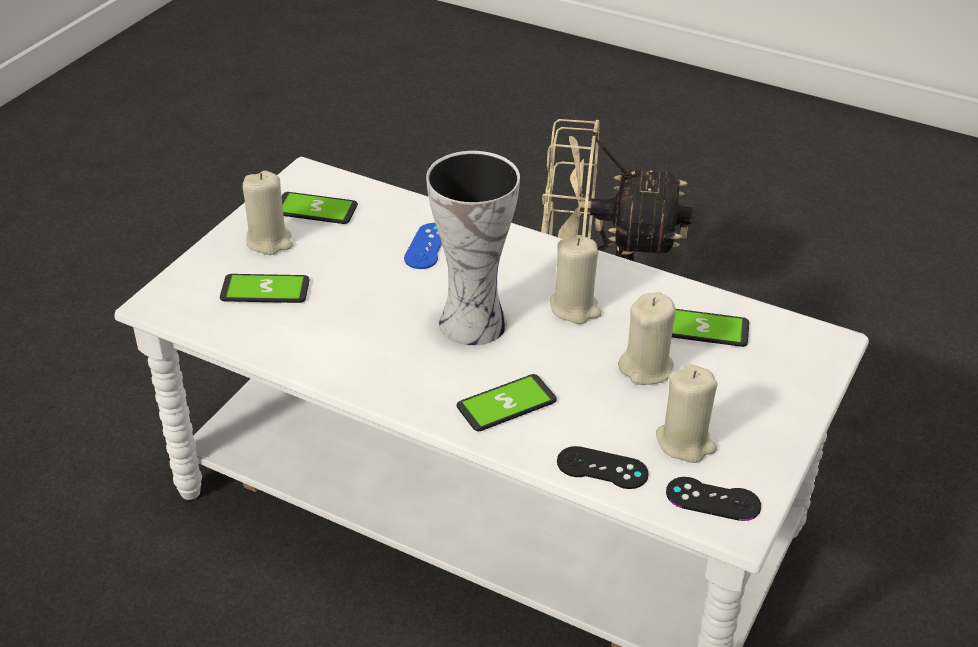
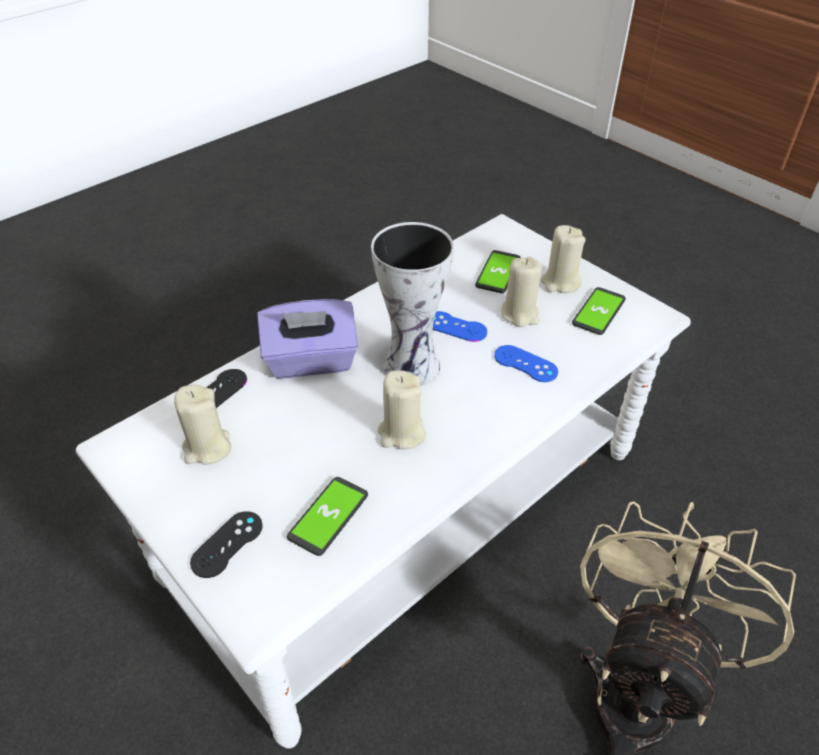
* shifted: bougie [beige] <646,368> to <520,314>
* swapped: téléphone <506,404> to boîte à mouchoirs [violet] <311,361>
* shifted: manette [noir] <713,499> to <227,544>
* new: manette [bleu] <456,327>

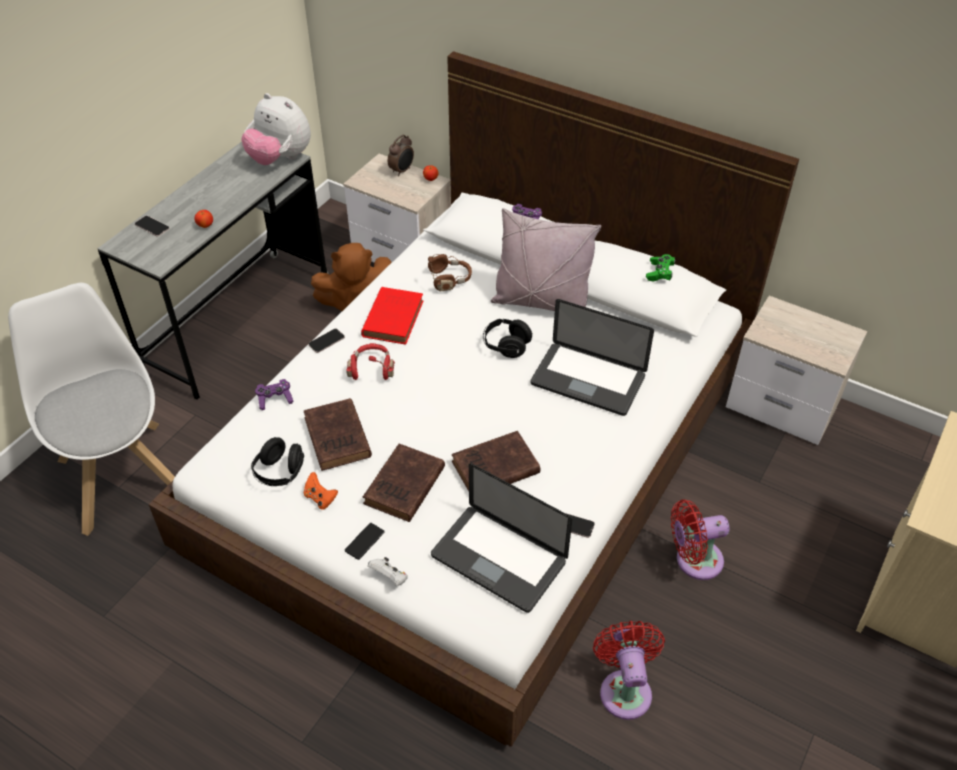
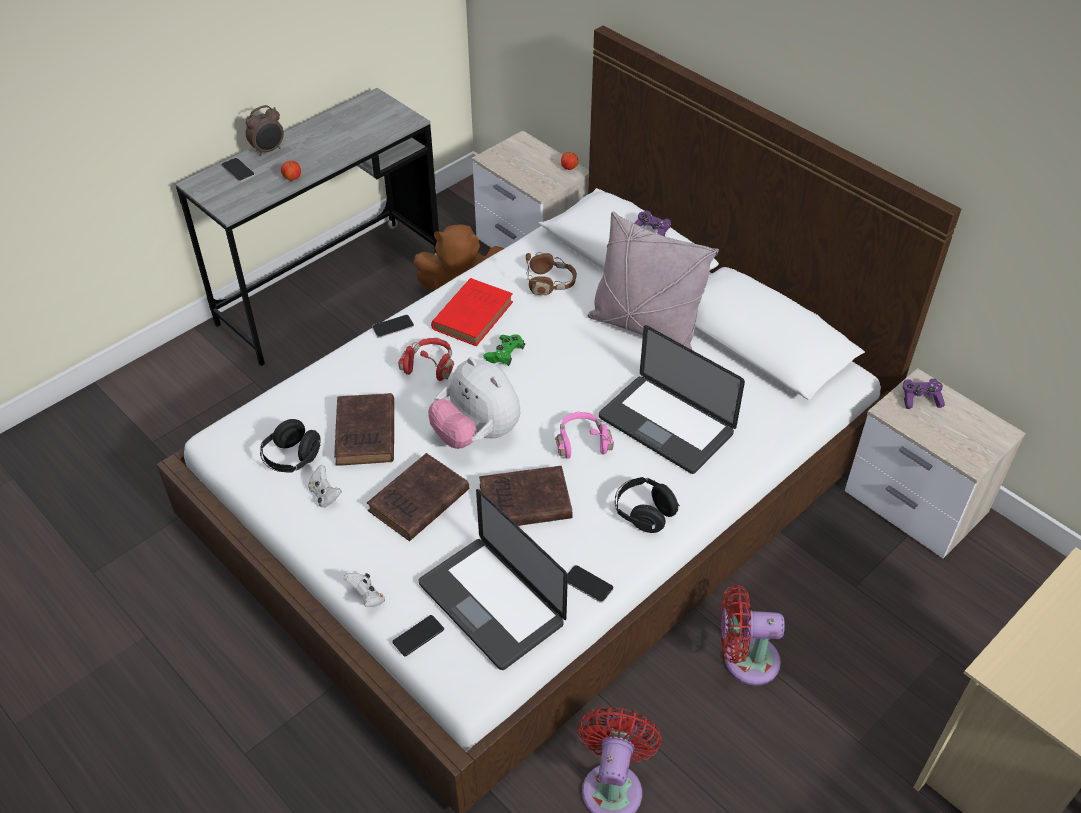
* shifted: peluche <280,158> to <476,434>
* shifted: réveil <402,171> to <269,150>
* shifted: manette [vert] <659,273> to <505,355>
* gone: chaise <121,473>
* shifted: casque audio [noir] <506,346> to <644,513>
* shifted: manette [violet] <275,399> to <920,399>
* repainted: manette [orange] <320,498> to manette [blanc] <325,495>
* shifted: téléphone <364,541> to <418,636>
* new: casque audio [rose] <582,442>

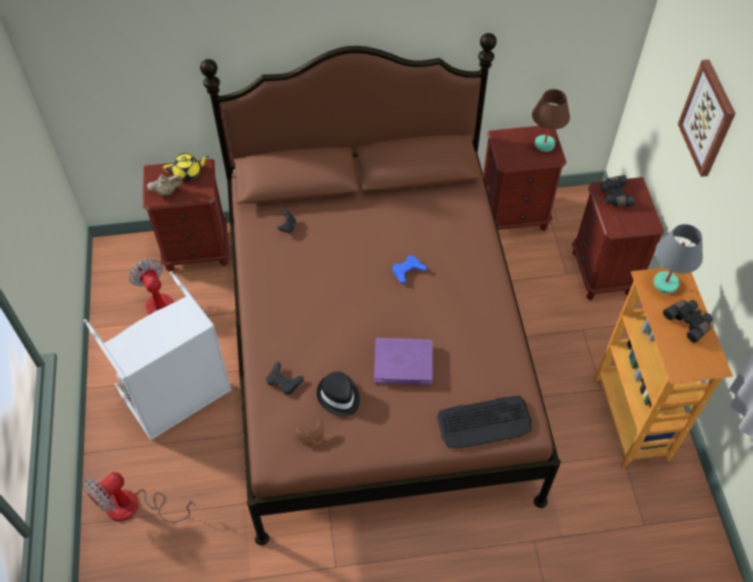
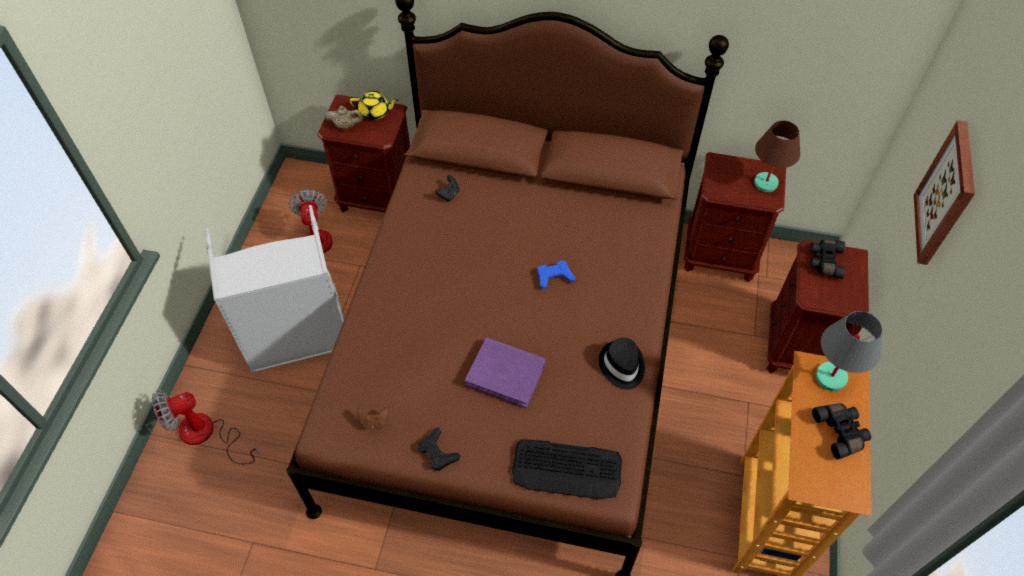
* shifted: manette [noir] <284,381> to <437,452>
* shifted: chapeau [noir] <338,396> to <621,366>

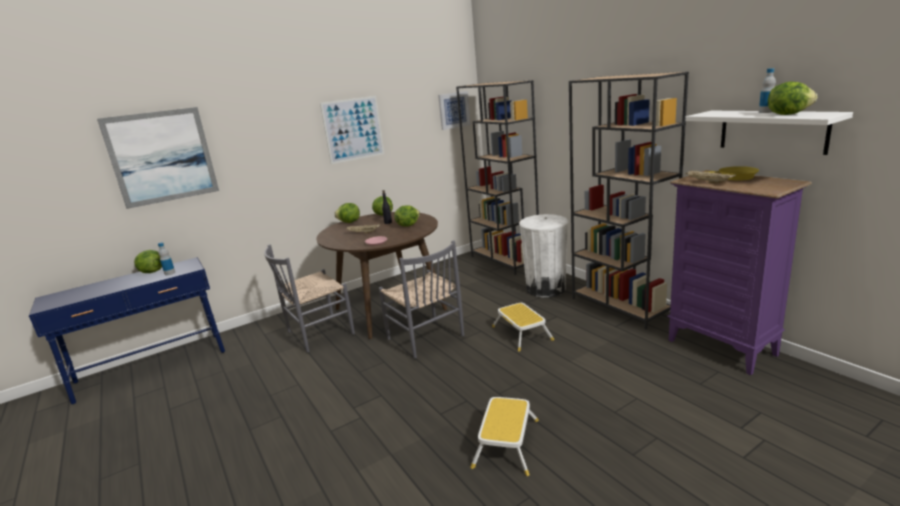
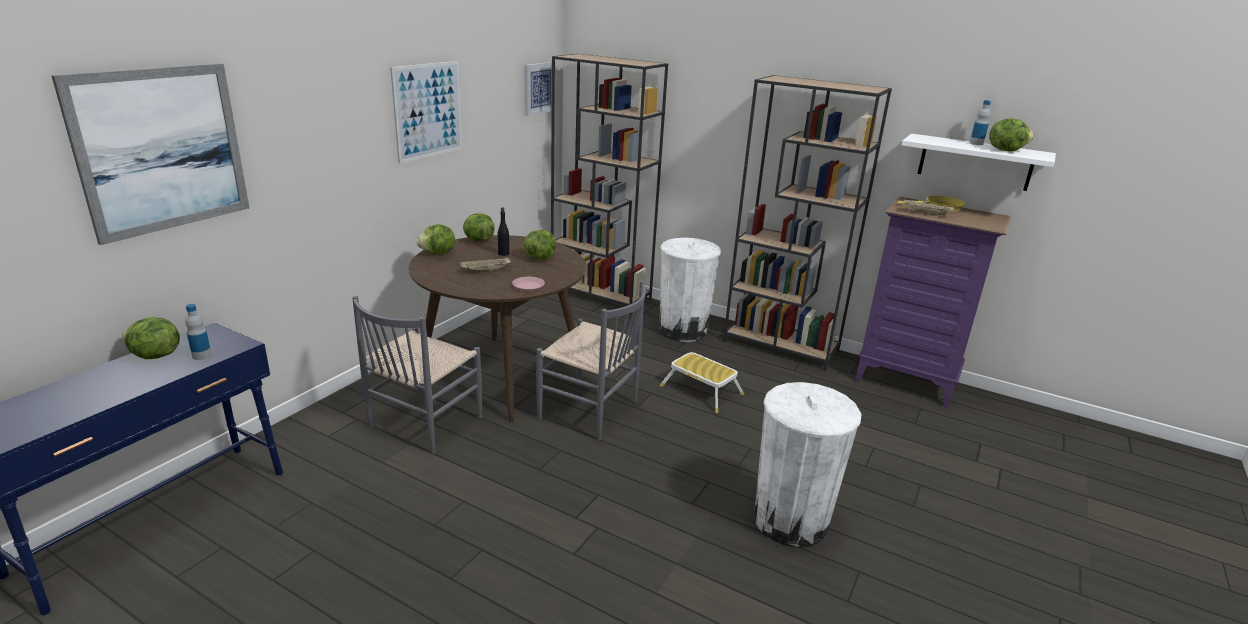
* swapped: escabeau [jaune] <505,443> to poubelle [blanc] <790,521>

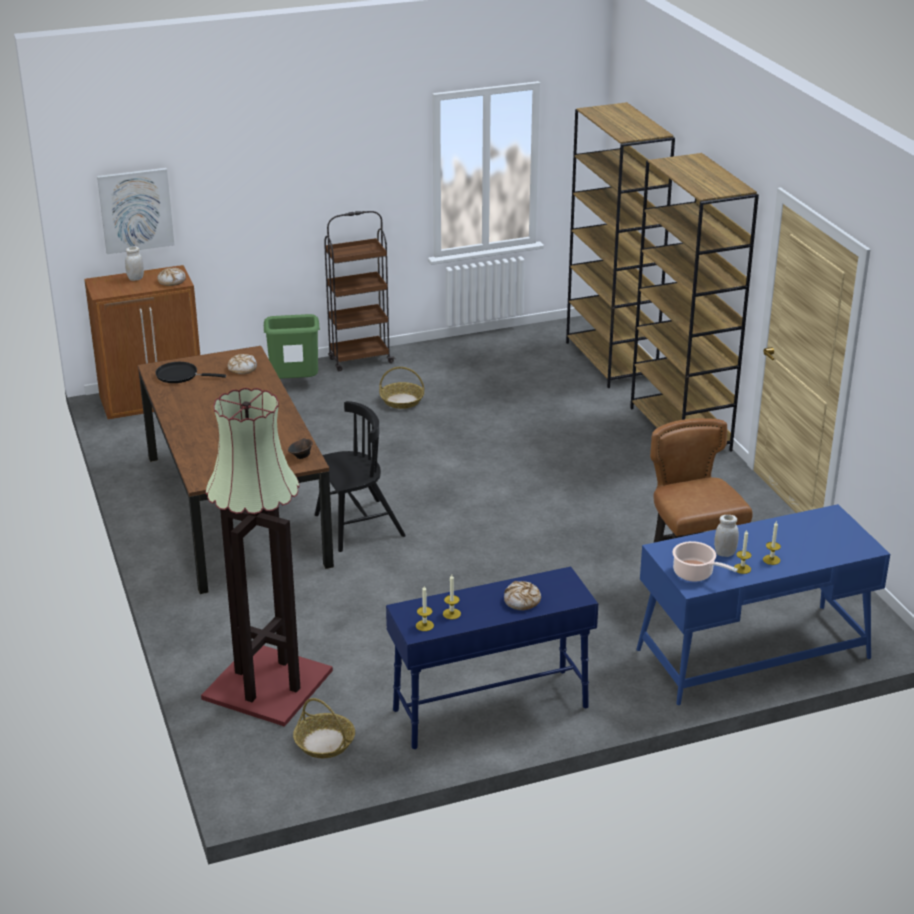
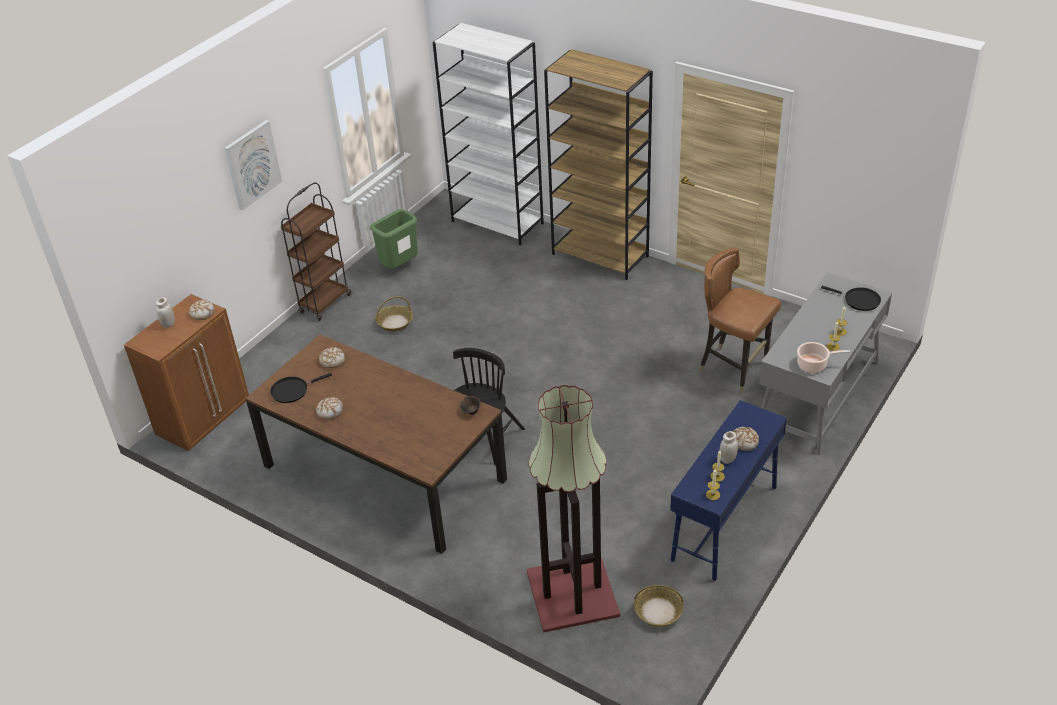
* repainted: bibliothèque [marron] <611,361> to bibliothèque [blanc] <498,222>
* shifted: tableau <136,210> to <252,164>
* shifted: poubelle [vert] <295,384> to <399,267>
* repainted: bureau [bleu] <752,653> to bureau [gris] <817,395>
* shifted: bocal [blanc] <725,553> to <727,459>
* new: poêle [noir] <859,300>
* new: pain <330,411>

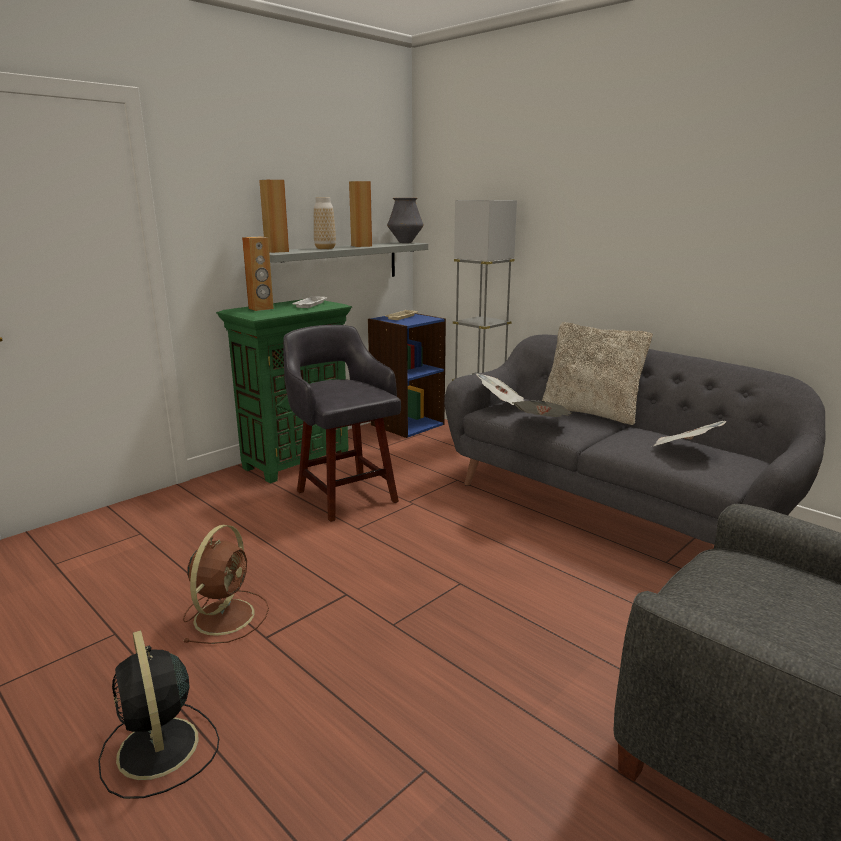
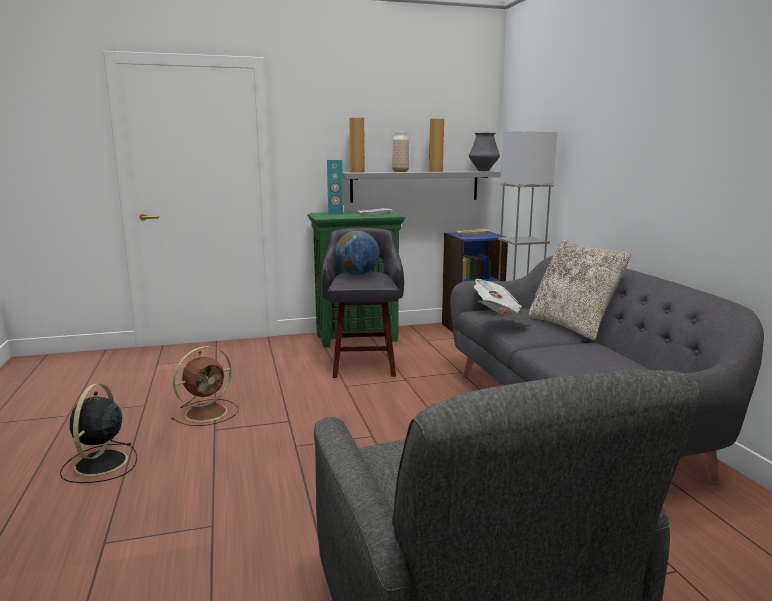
* repainted: enceinte [marron] <261,308> to enceinte [turquoise] <335,213>
* gone: journal <684,450>
* new: globe <357,274>

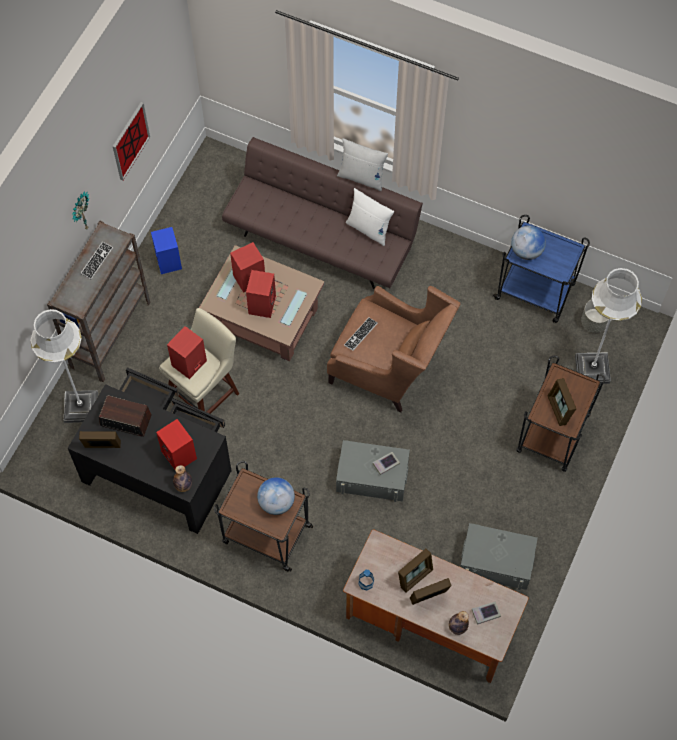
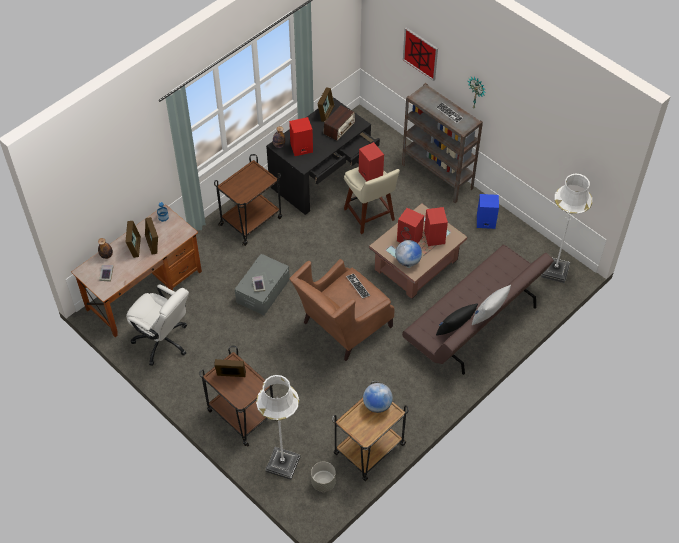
* shifted: tableau <130,141> to <420,53>
* repainted: coussin [blanc] <368,229> to coussin [noir] <455,329>
* repainted: chariot [bleu] <535,292> to chariot [marron] <368,450>
* shifted: lampadaire [blanc] <81,407> to <555,270>
* shifted: globe <276,502> to <407,261>
* swapped: boîte de rangement [gris] <496,561> to chaise de bureau [blanc] <164,342>

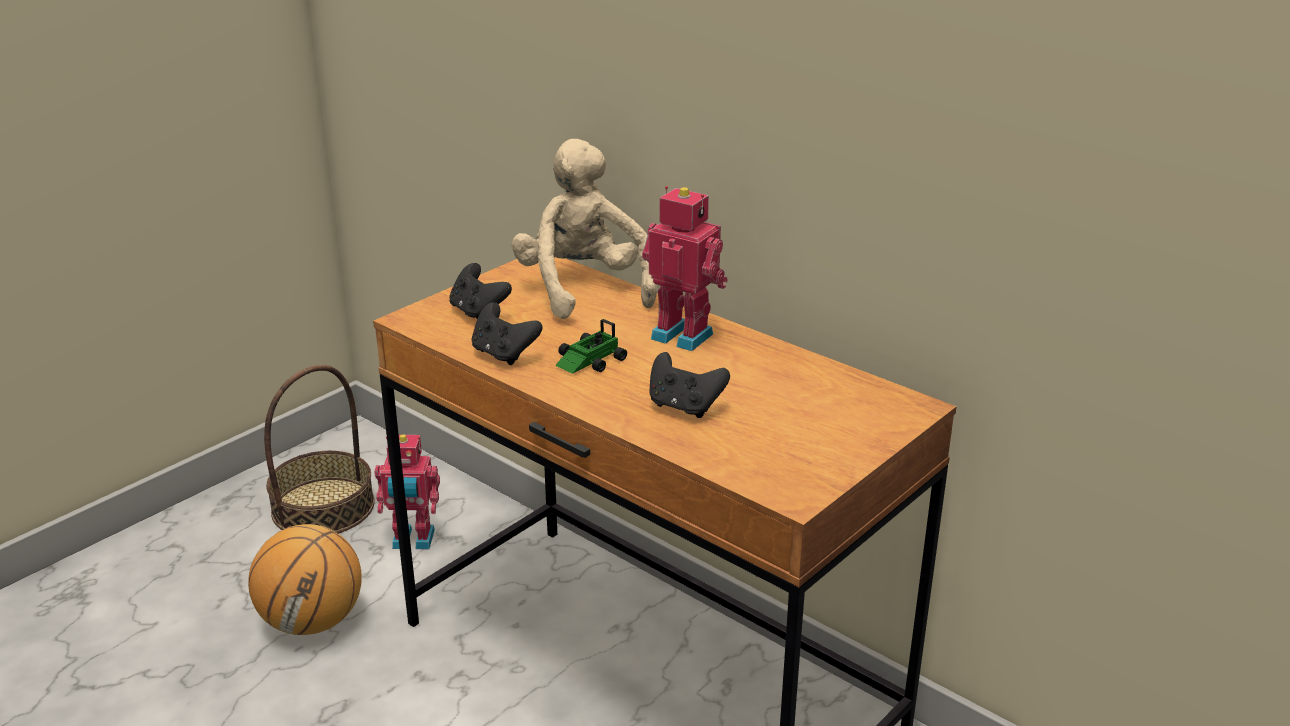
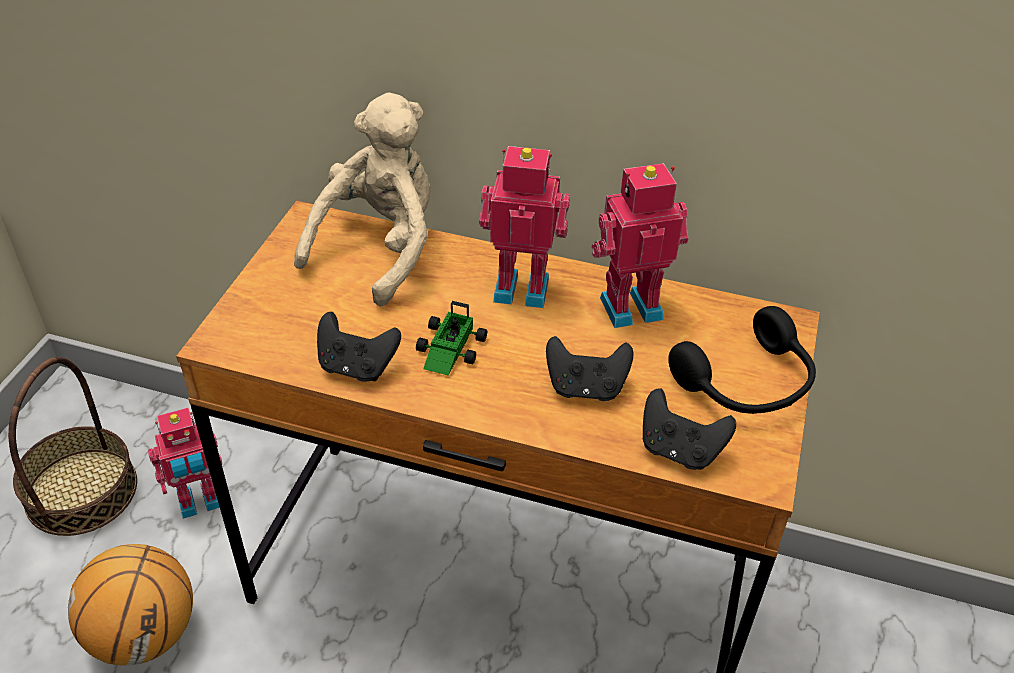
* rotated: peluche [beige] <583,289> = <380,248> 75 degrees clockwise
* shifted: manette [noir] <478,312> to <679,450>
* new: robot jouet <629,305>
* new: casque audio [noir] <747,384>

